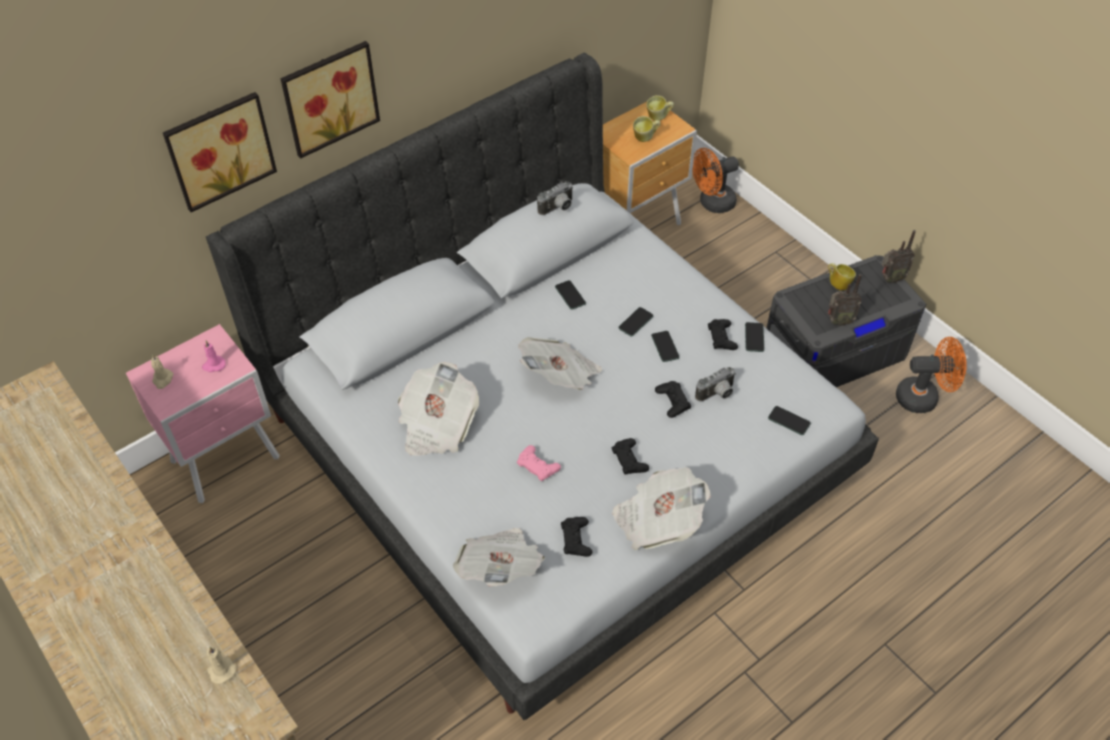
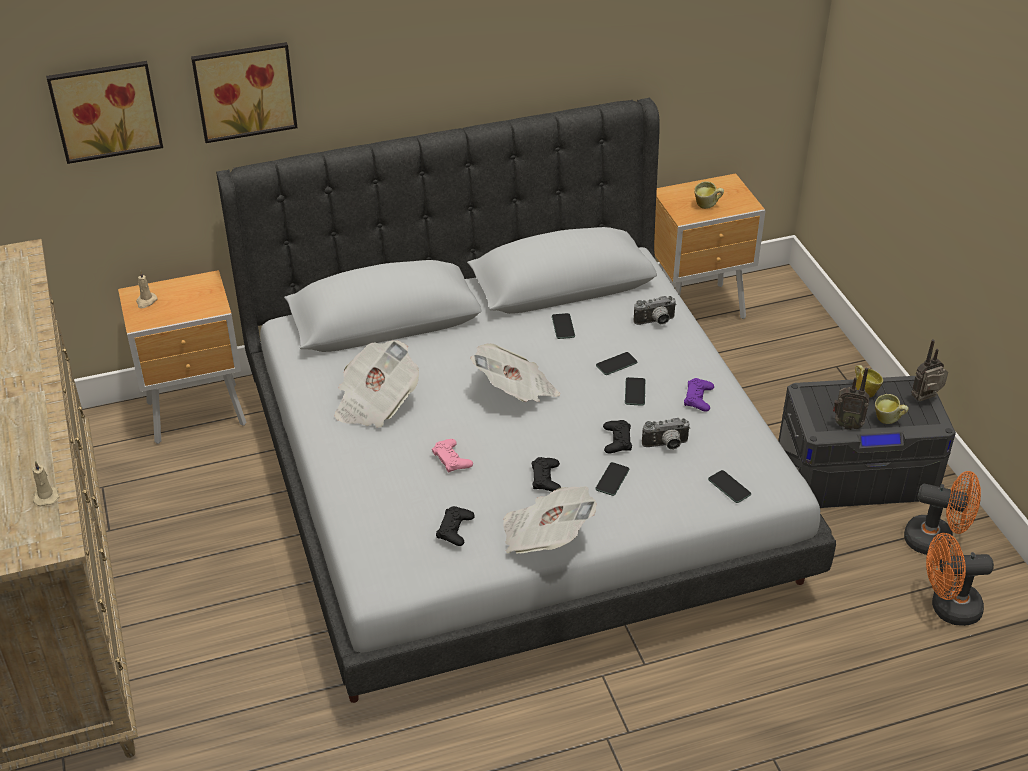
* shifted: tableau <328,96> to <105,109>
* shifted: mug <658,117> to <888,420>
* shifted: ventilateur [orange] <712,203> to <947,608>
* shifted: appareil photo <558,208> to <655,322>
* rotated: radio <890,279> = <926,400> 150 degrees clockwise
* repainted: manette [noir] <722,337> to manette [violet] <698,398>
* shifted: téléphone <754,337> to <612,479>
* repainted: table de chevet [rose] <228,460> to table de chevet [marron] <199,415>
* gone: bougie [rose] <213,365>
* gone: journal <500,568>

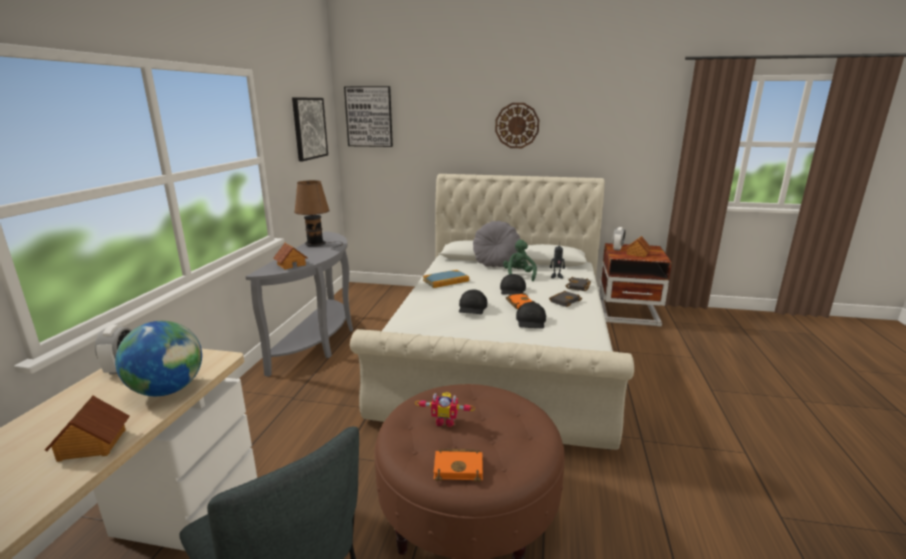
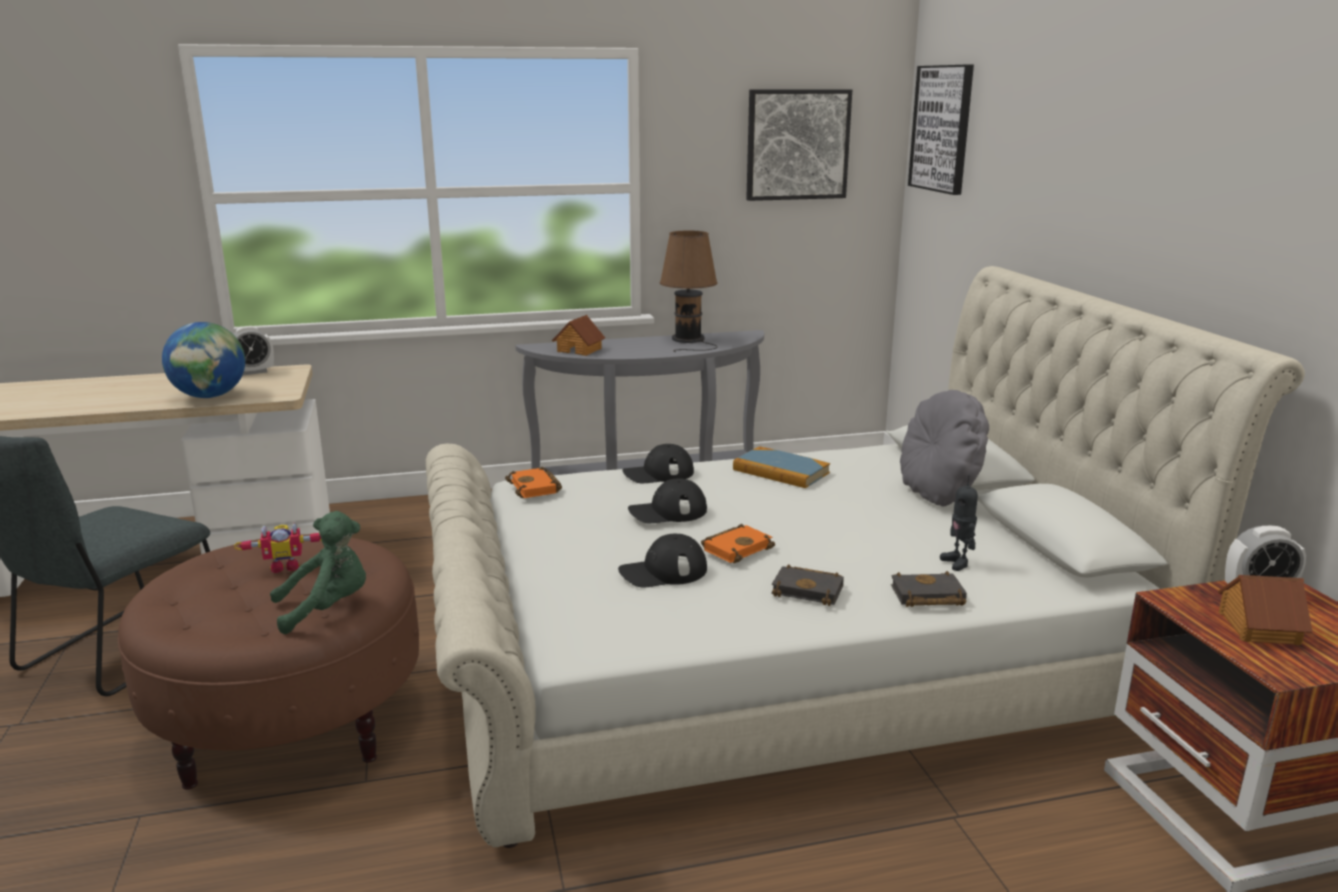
* gone: horloge murale <517,125>
* shifted: peluche [vert] <519,276> to <327,608>
* shifted: casquette [noir] <512,290> to <658,473>
* rotated: robot jouet <445,421> = <285,566> 90 degrees counterclockwise
* gone: maison miniature <92,445>
* shifted: livre [orange] <460,467> to <536,488>

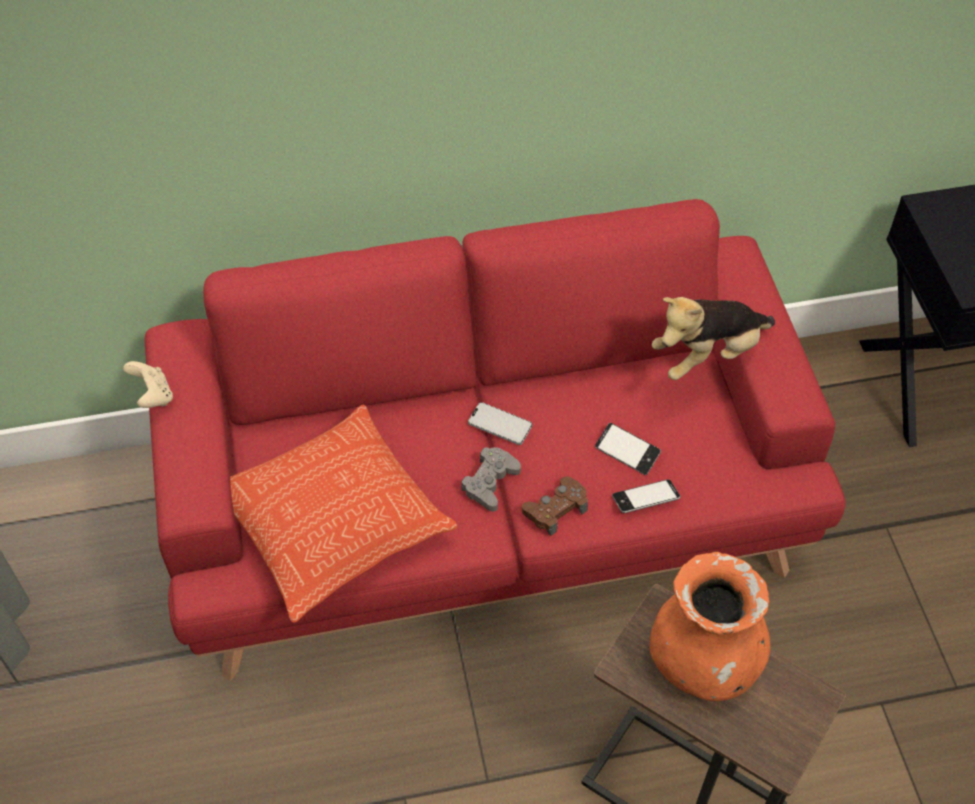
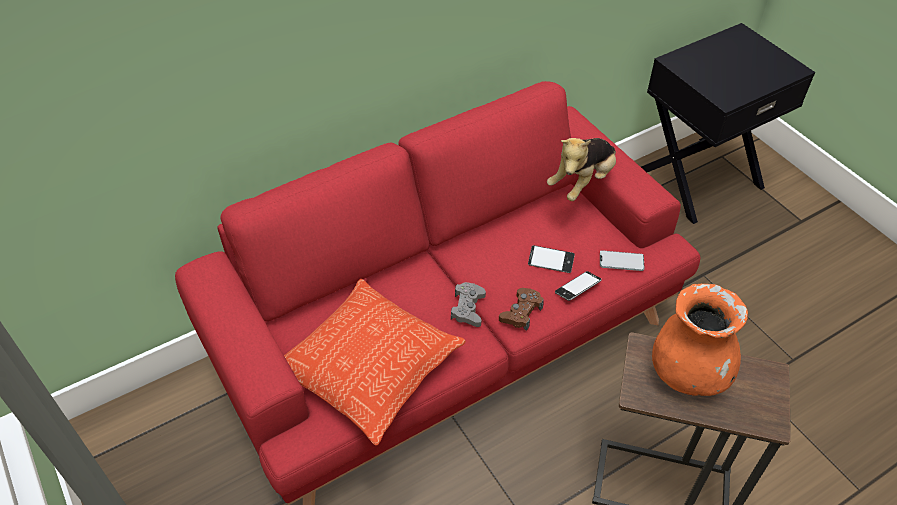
* gone: manette [beige] <153,396>
* shifted: téléphone <500,424> to <621,261>

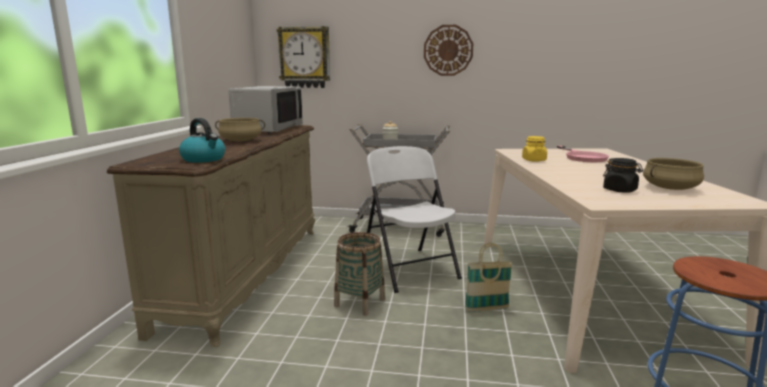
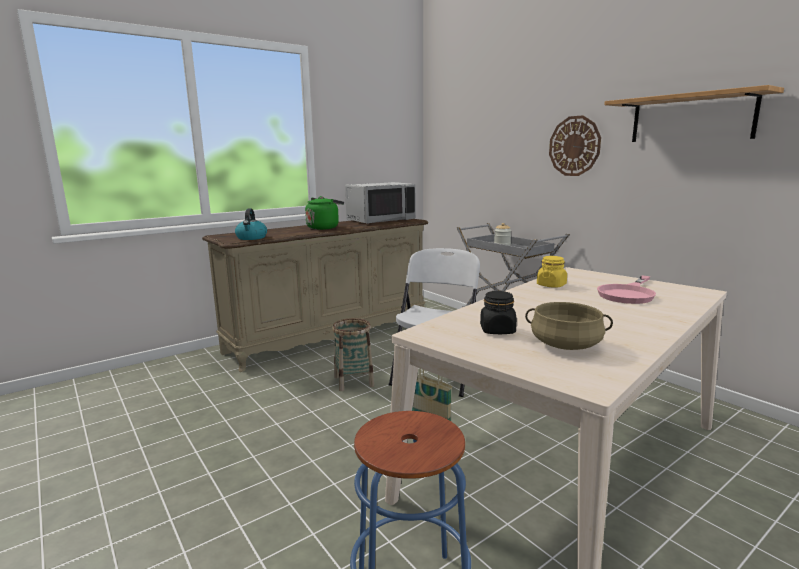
* gone: horloge murale <305,57>
* swapped: marmite [beige] <241,140> to bouilloire [vert] <324,228>
* new: étagère <691,118>

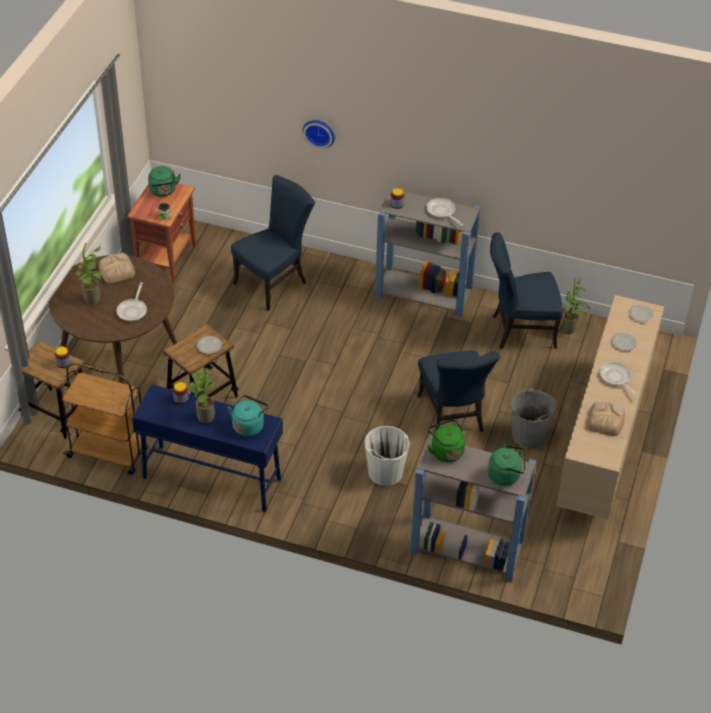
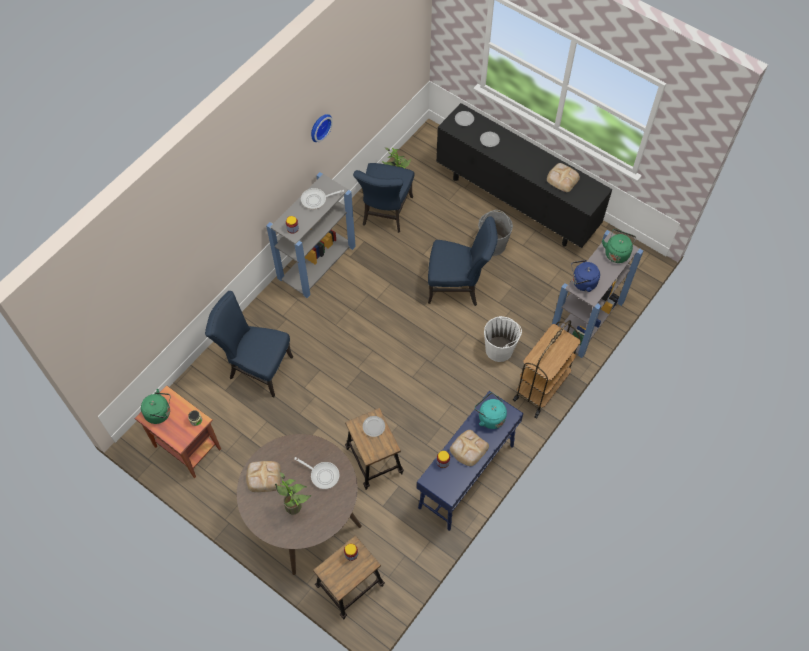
* shifted: horloge murale <319,132> to <319,126>
* rotated: chaise [bleu] <274,282> = <257,367> 45 degrees counterclockwise
* repainted: meuble de rangement [beige] <604,444> to meuble de rangement [noir] <516,202>
* gone: poêle <616,378>
* shifted: chariot [marron] <108,454> to <542,386>
* swapped: plante en pot <203,416> to pain <468,449>
* repainted: bouilloire [vert] <445,451> to bouilloire [bleu] <582,283>

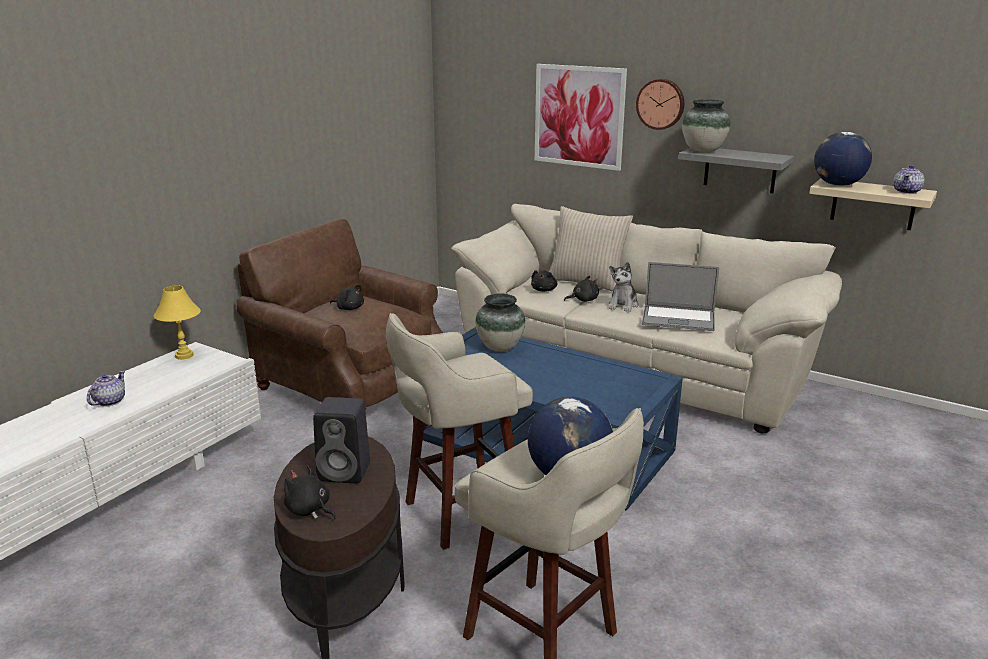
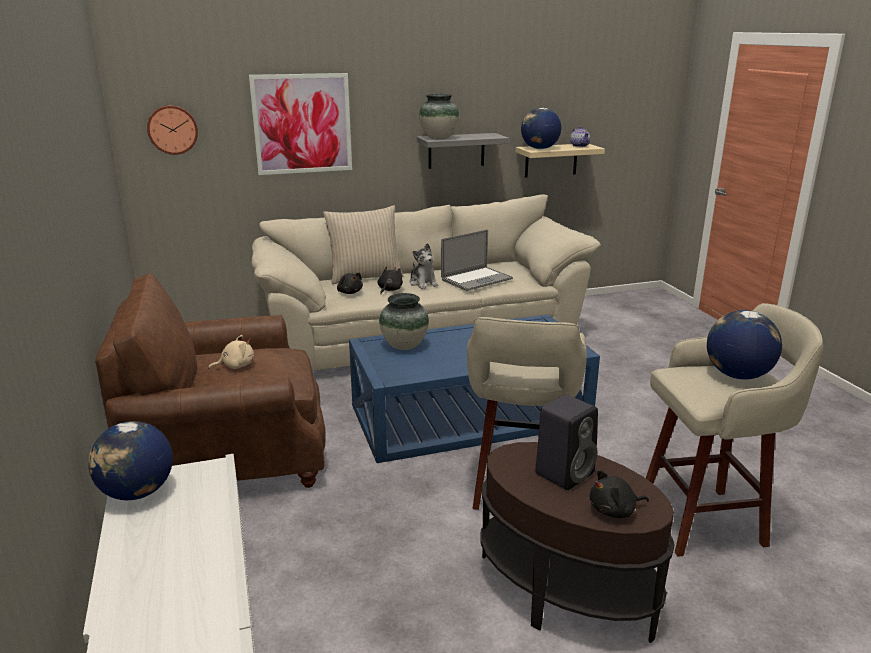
* shifted: horloge murale <661,104> to <172,129>
* swapped: lampe de table [jaune] <184,355> to globe <137,493>
* repainted: peluche [noir] <349,308> to peluche [beige] <236,366>
* gone: théière <109,401>

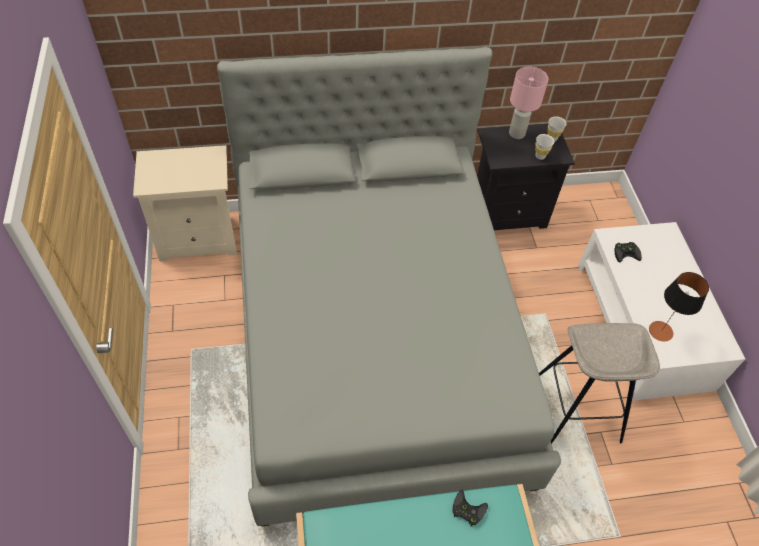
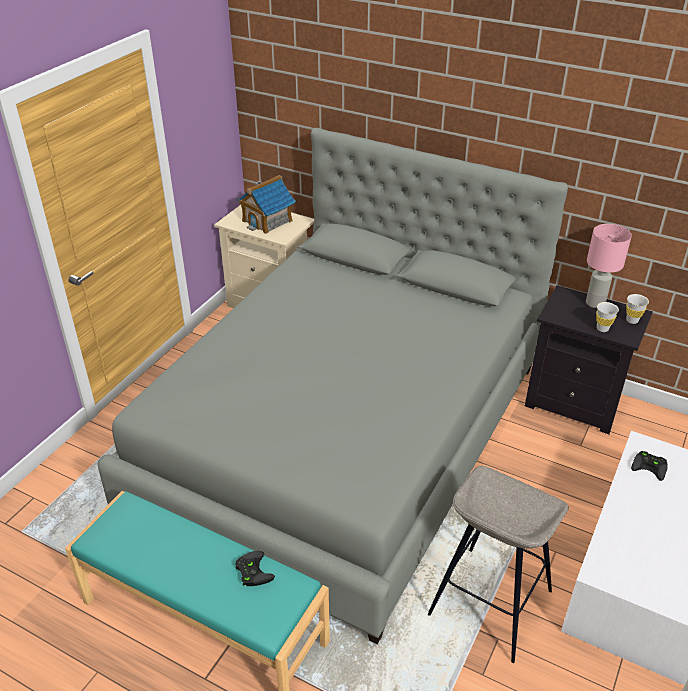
* gone: lampe de table <661,331>
* new: maison miniature <267,221>

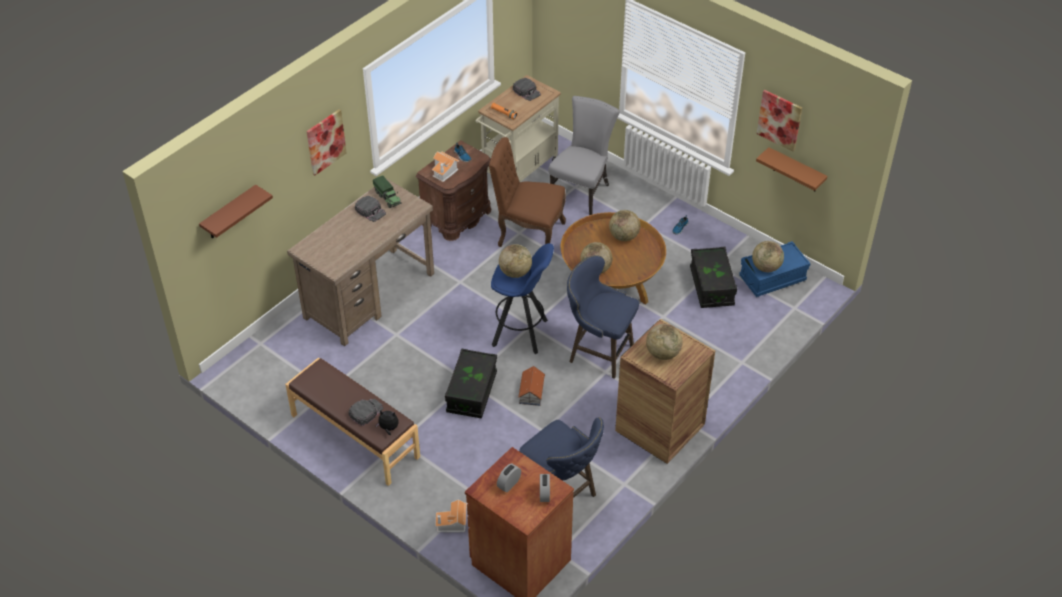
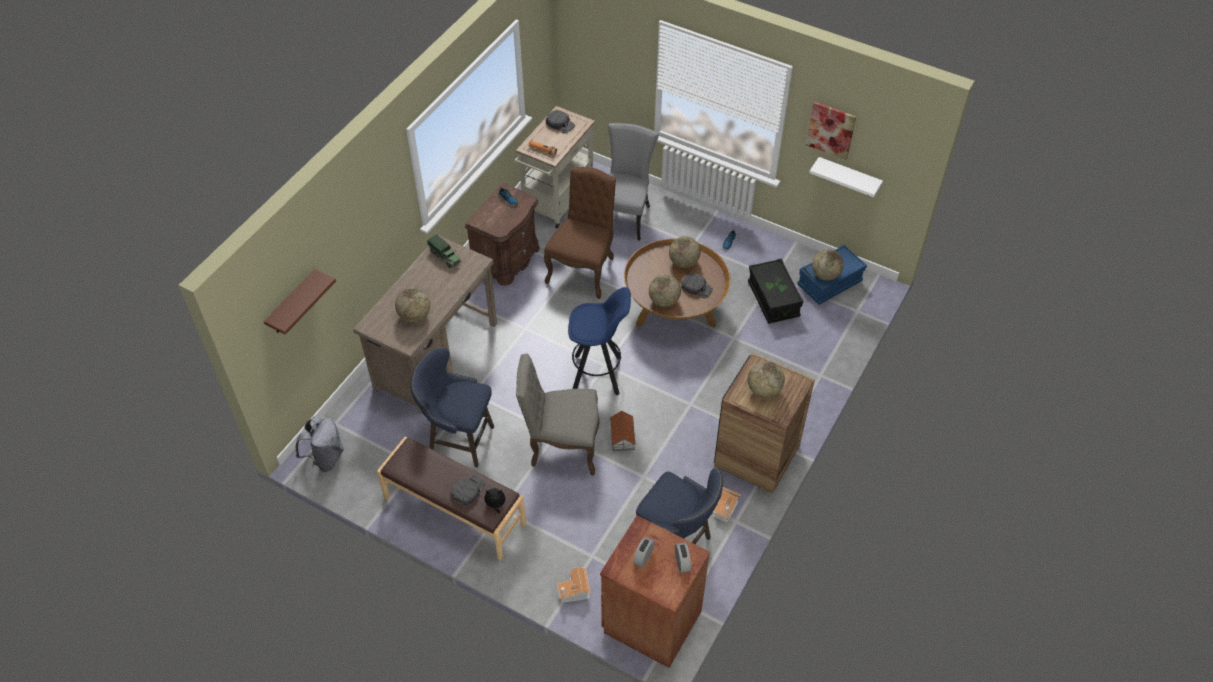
* gone: tableau <325,141>
* rotated: chaise [marron] <529,236> = <583,270> 105 degrees clockwise
* repainted: étagère [marron] <796,170> to étagère [blanc] <848,177>
* shifted: maison miniature <444,171> to <724,507>
* shifted: casquette [noir] <371,211> to <697,287>
* shifted: globe <515,272> to <414,316>
* shifted: tabouret [bleu] <598,352> to <458,440>
* swapped: boîte de rangement [noir] <472,392> to chaise [gris] <563,446>
* new: sac à dos [gris] <325,458>

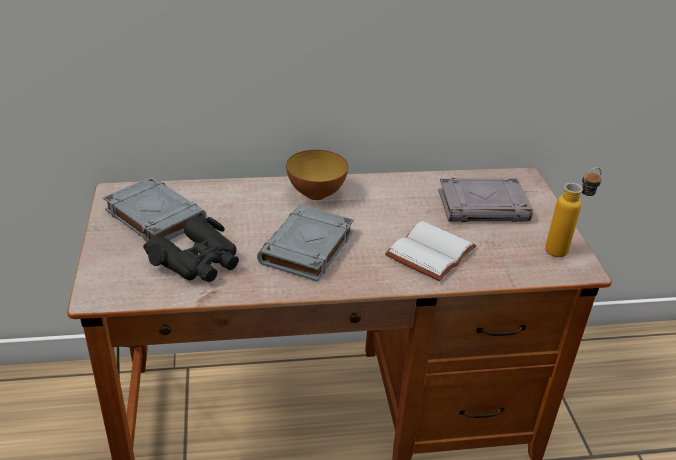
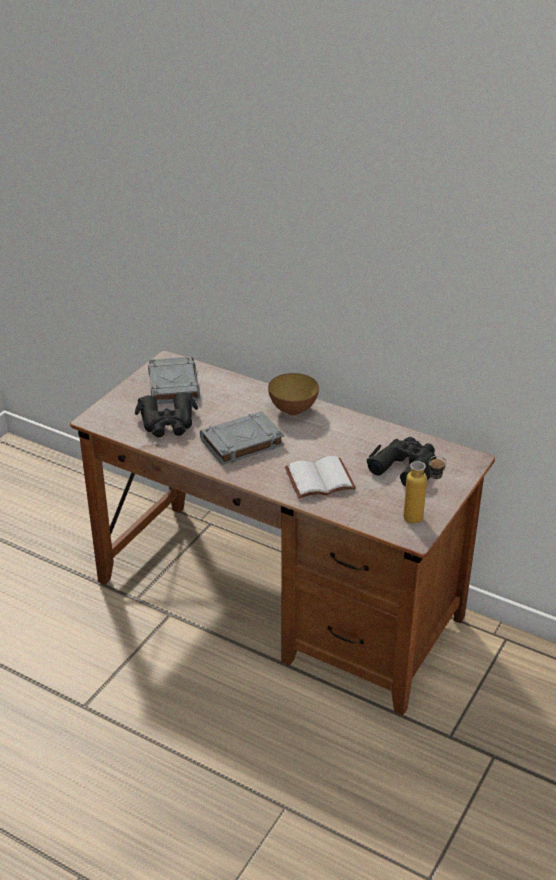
* swapped: livre [gris] <483,206> to jumelles [noir] <405,466>

